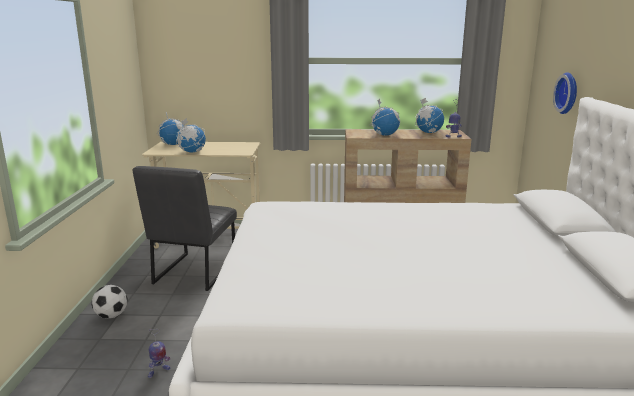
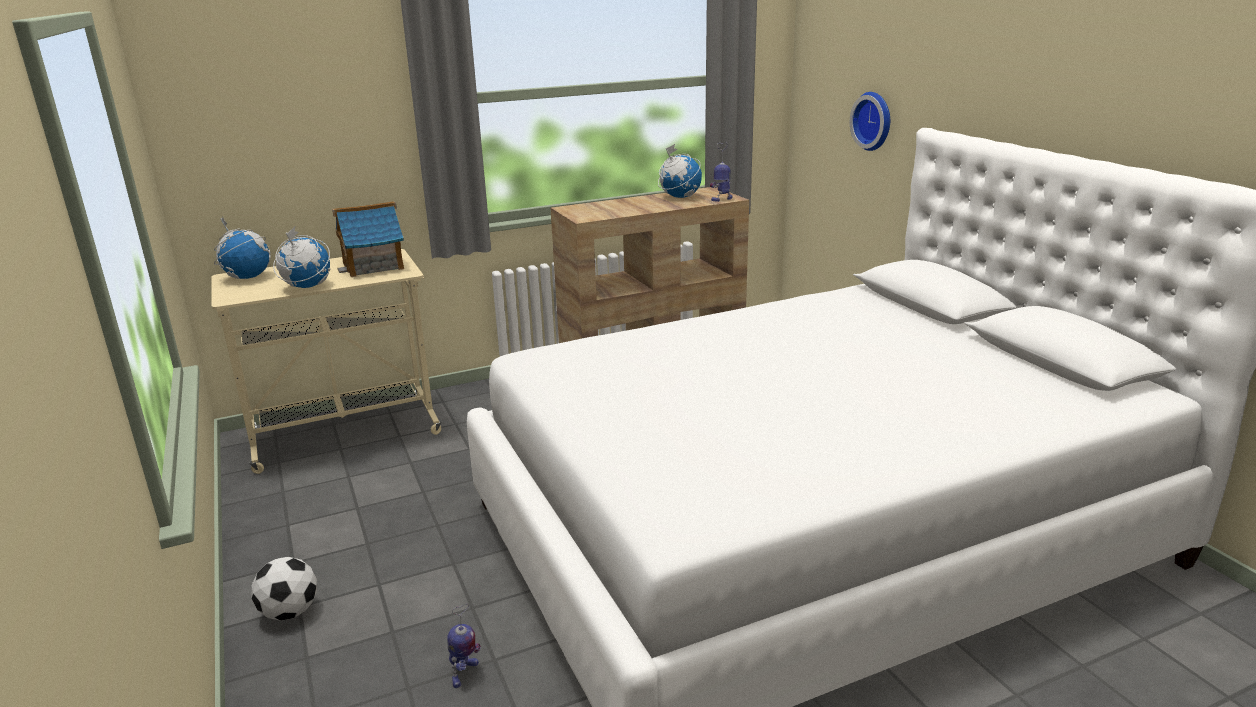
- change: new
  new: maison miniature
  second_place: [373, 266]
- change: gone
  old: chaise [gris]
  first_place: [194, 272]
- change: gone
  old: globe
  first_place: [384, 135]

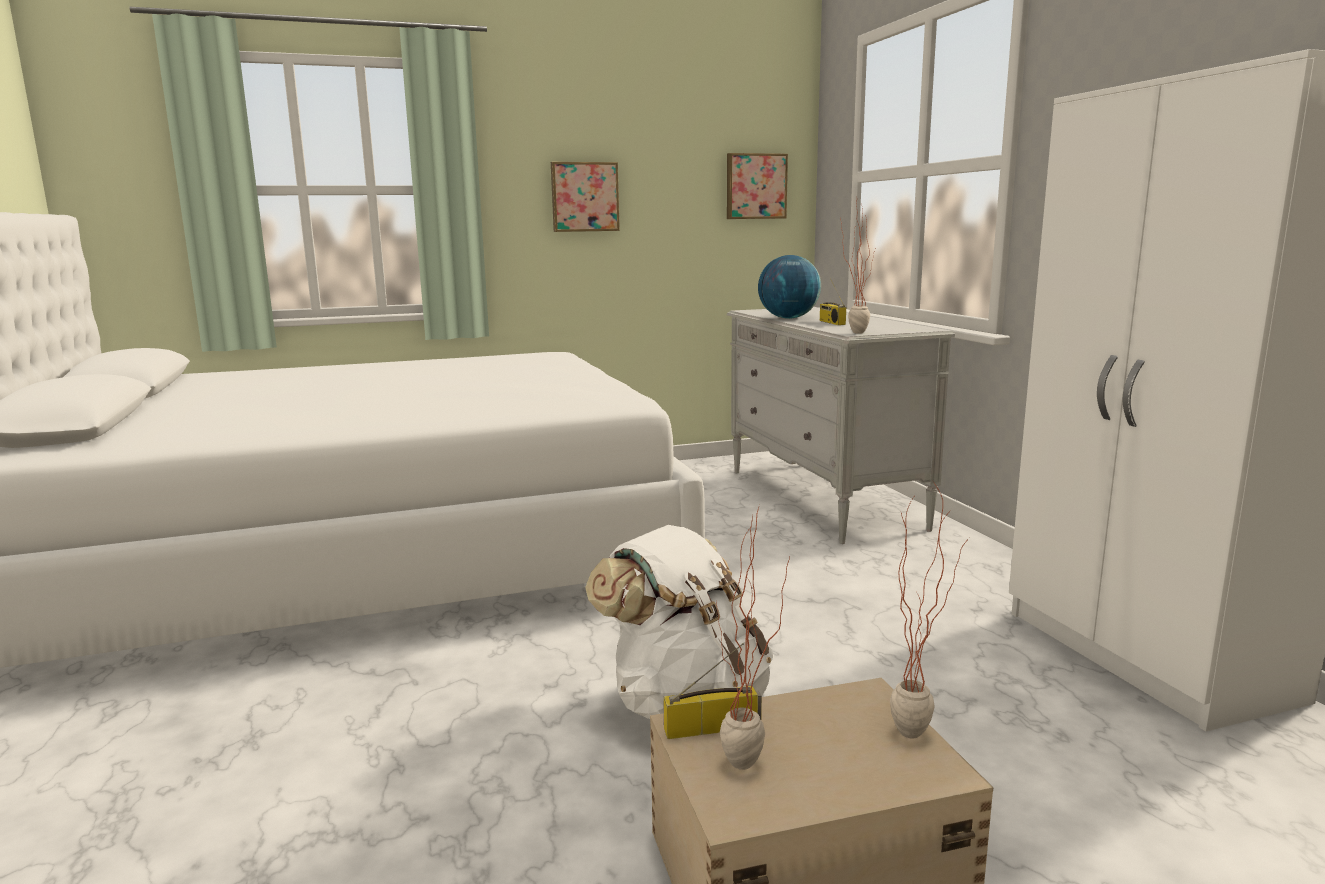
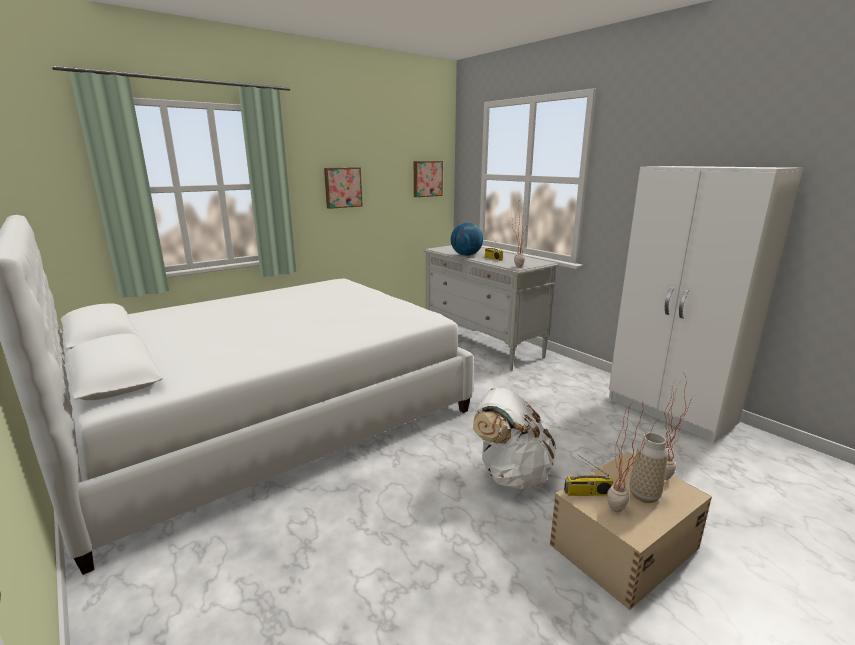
- change: rotated
  old: radio
  first_place: [712, 727]
  second_place: [587, 493]
  degrees: -150
- change: new
  new: vase
  second_place: [644, 496]

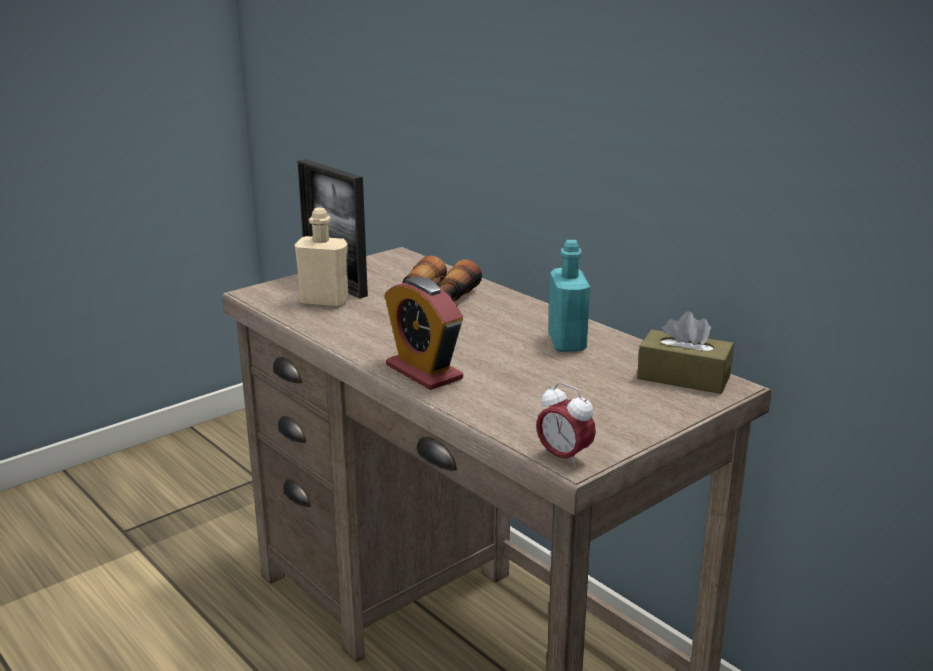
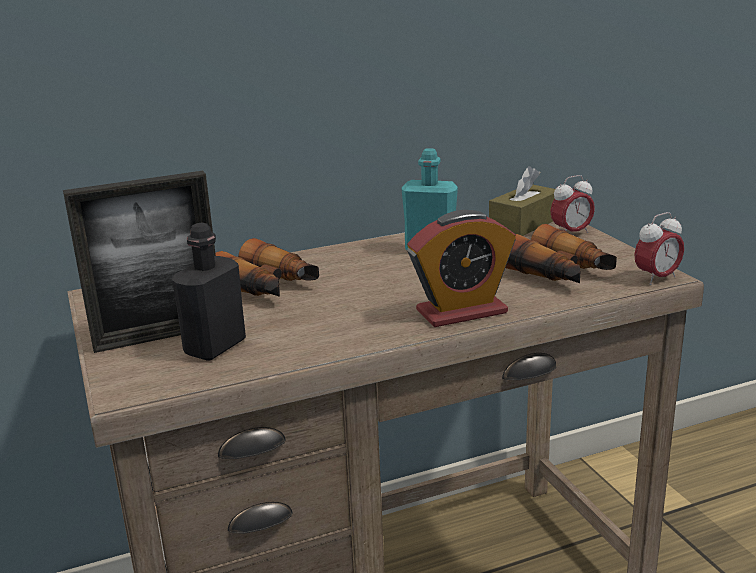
- change: repainted
  old: bouteille [beige]
  new: bouteille [noir]
  first_place: [324, 302]
  second_place: [215, 347]
- change: new
  new: jumelles
  second_place: [560, 274]
- change: new
  new: réveil
  second_place: [571, 233]

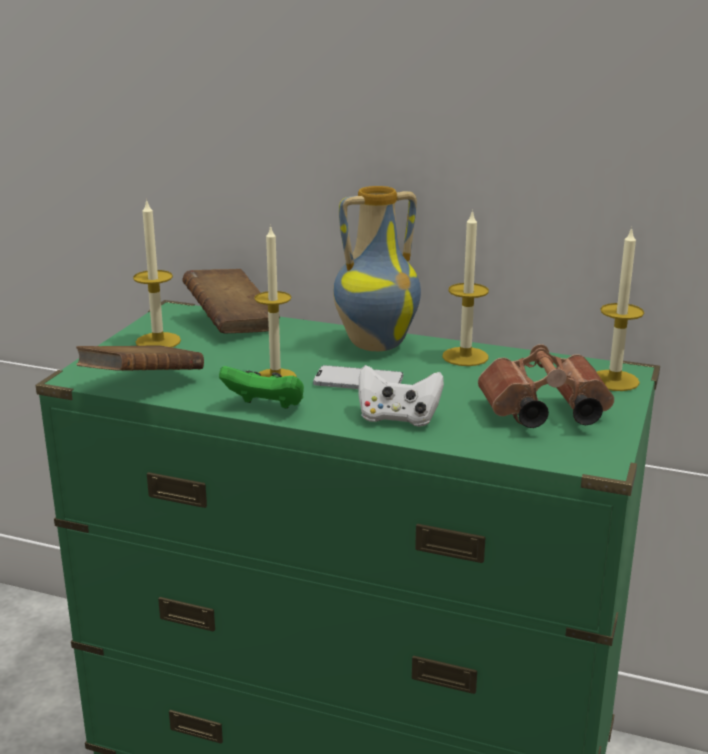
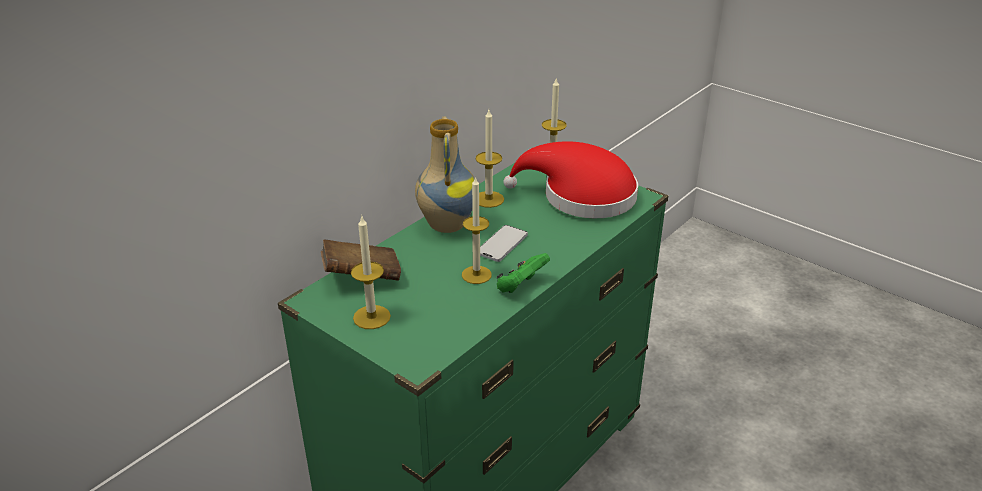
- change: swapped
  old: jumelles [marron]
  new: chapeau [rouge]
  first_place: [541, 414]
  second_place: [581, 196]
- change: gone
  old: livre [marron]
  first_place: [142, 385]
- change: gone
  old: manette [blanc]
  first_place: [398, 418]

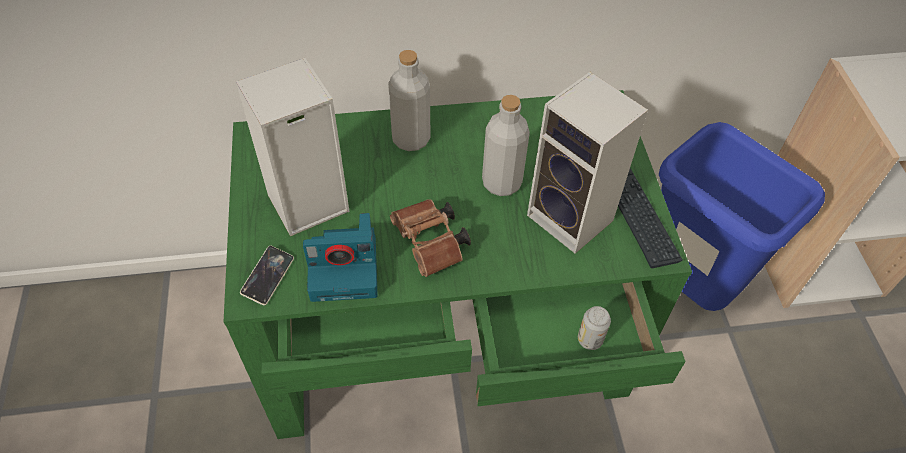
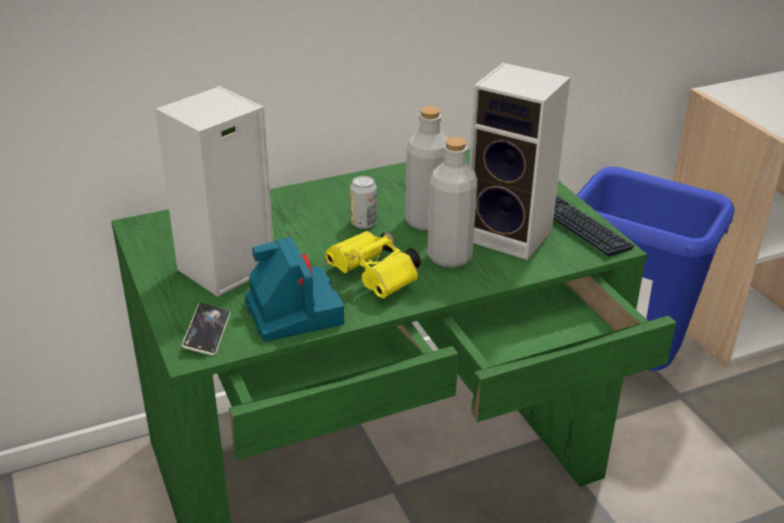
- change: rotated
  old: appareil photo
  first_place: [346, 268]
  second_place: [292, 310]
  degrees: -90
- change: repainted
  old: jumelles [marron]
  new: jumelles [jaune]
  first_place: [431, 245]
  second_place: [376, 278]
- change: shifted
  old: boîte métallique
  first_place: [590, 339]
  second_place: [363, 223]
- change: shifted
  old: bouteille [gris]
  first_place: [411, 139]
  second_place: [449, 257]

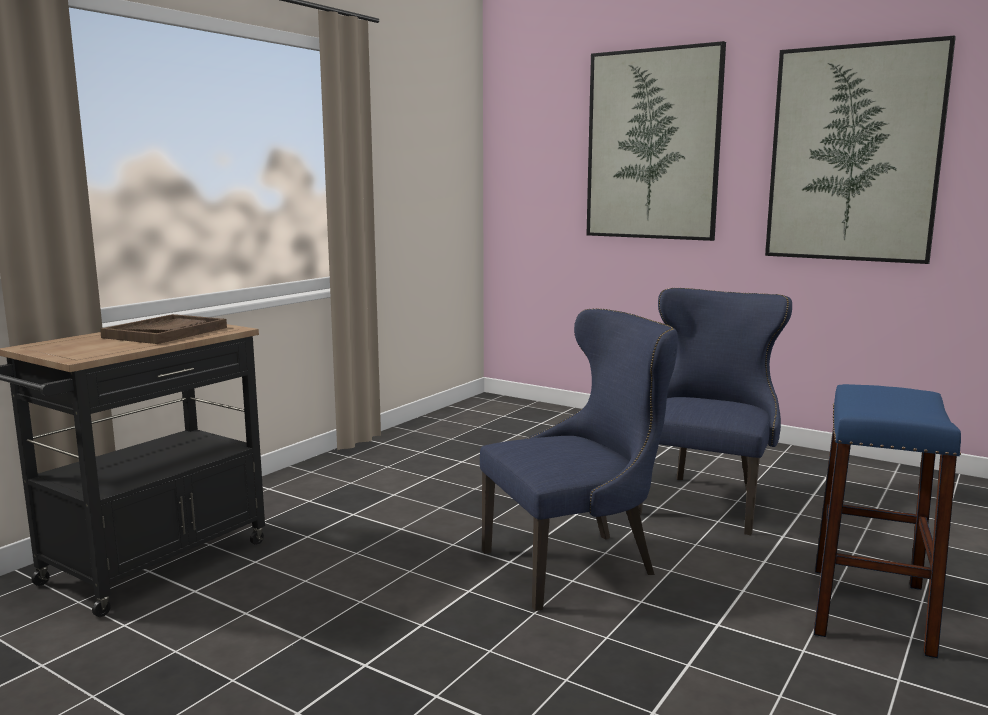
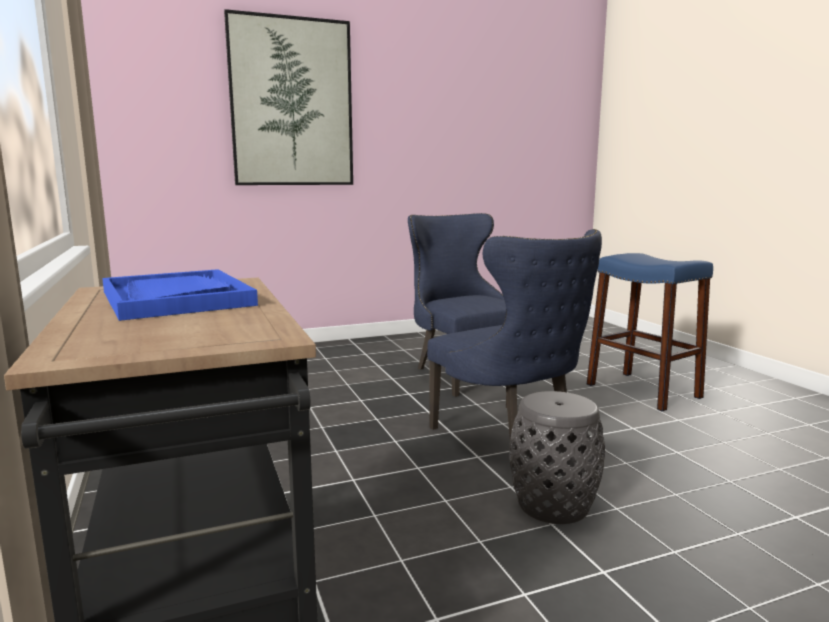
- change: repainted
  old: plateau [marron]
  new: plateau [bleu]
  first_place: [166, 332]
  second_place: [176, 298]
- change: rotated
  old: chaise [bleu]
  first_place: [576, 565]
  second_place: [510, 437]
  degrees: 135
- change: new
  new: tabouret [gris]
  second_place: [552, 505]
- change: gone
  old: tableau
  first_place: [853, 154]

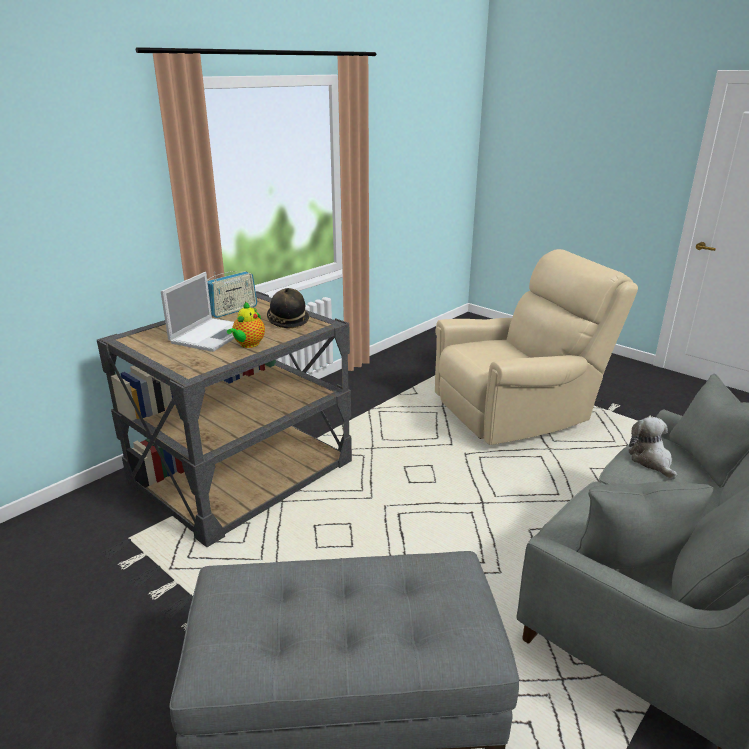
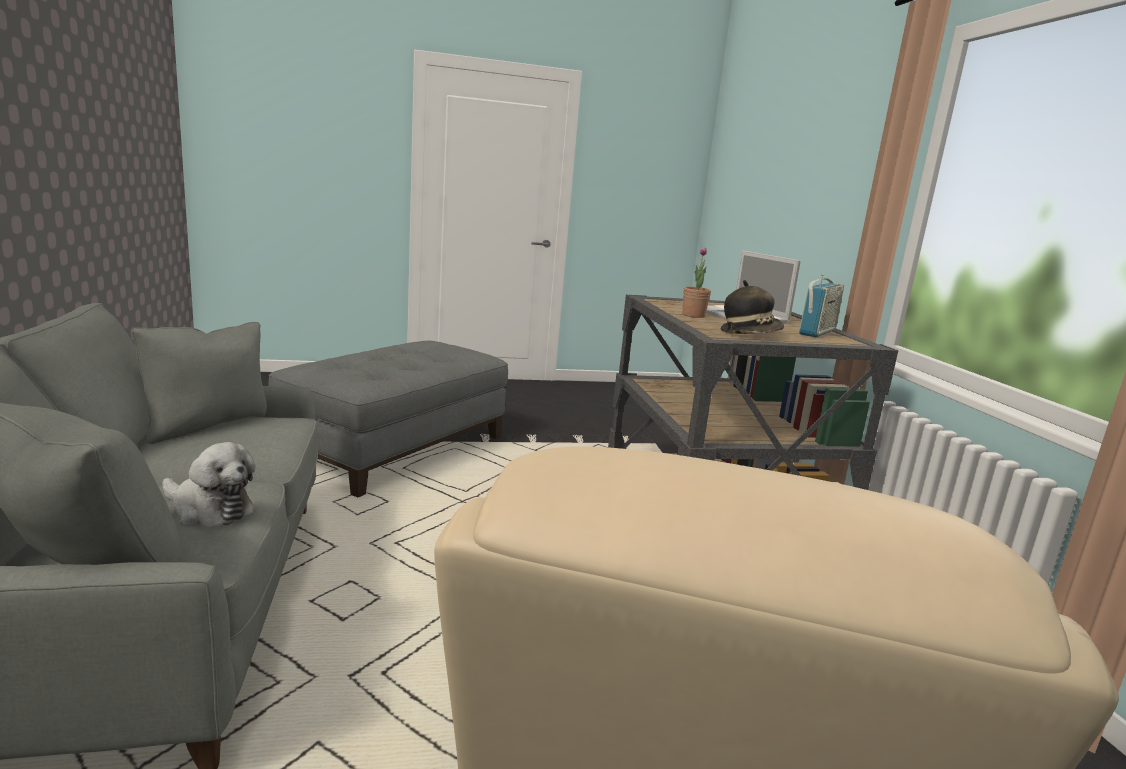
- change: swapped
  old: théière
  new: plante en pot
  first_place: [248, 345]
  second_place: [693, 315]
- change: rotated
  old: radio
  first_place: [232, 310]
  second_place: [817, 332]
  degrees: -135

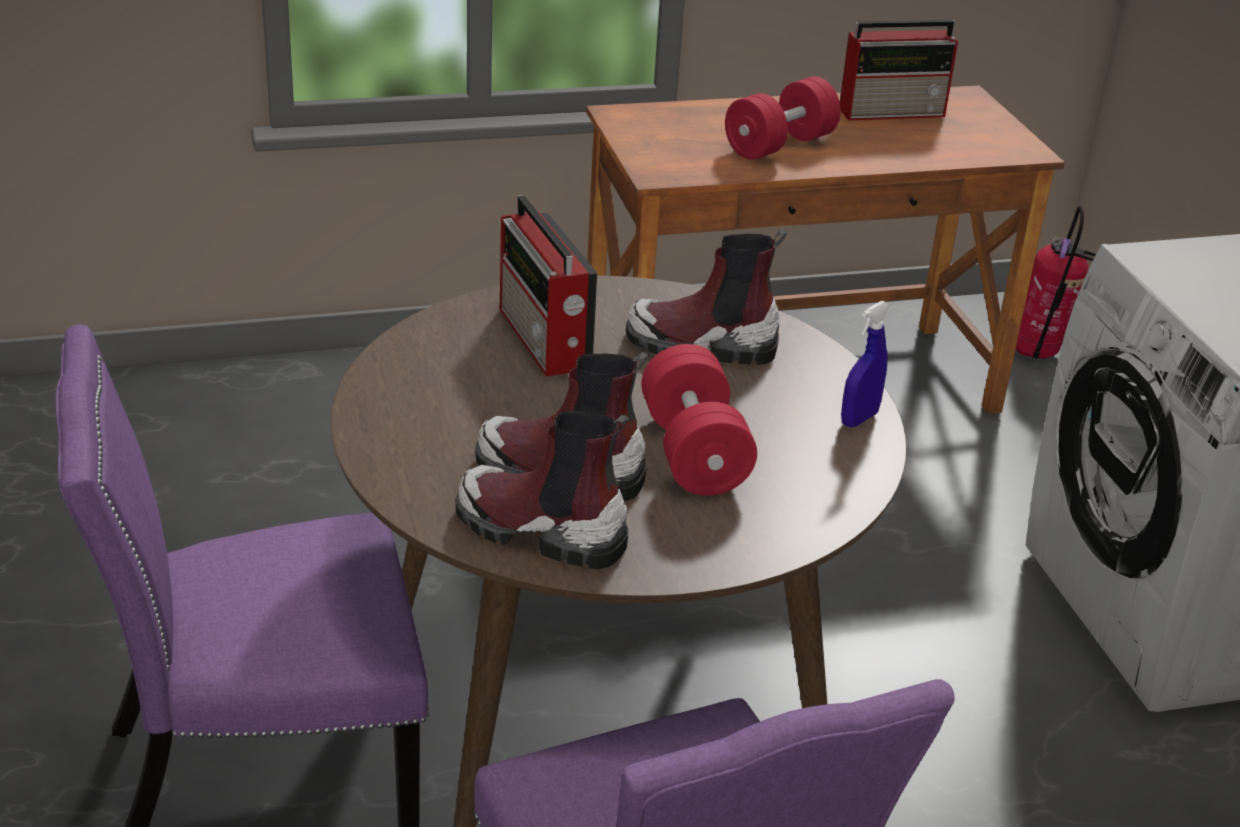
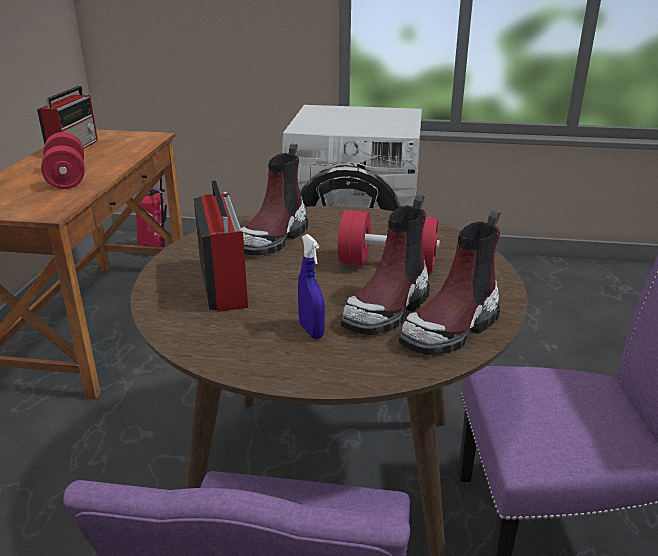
- change: rotated
  old: radio
  first_place: [544, 340]
  second_place: [224, 283]
  degrees: -105
- change: shifted
  old: vaporisateur [bleu]
  first_place: [859, 419]
  second_place: [311, 331]

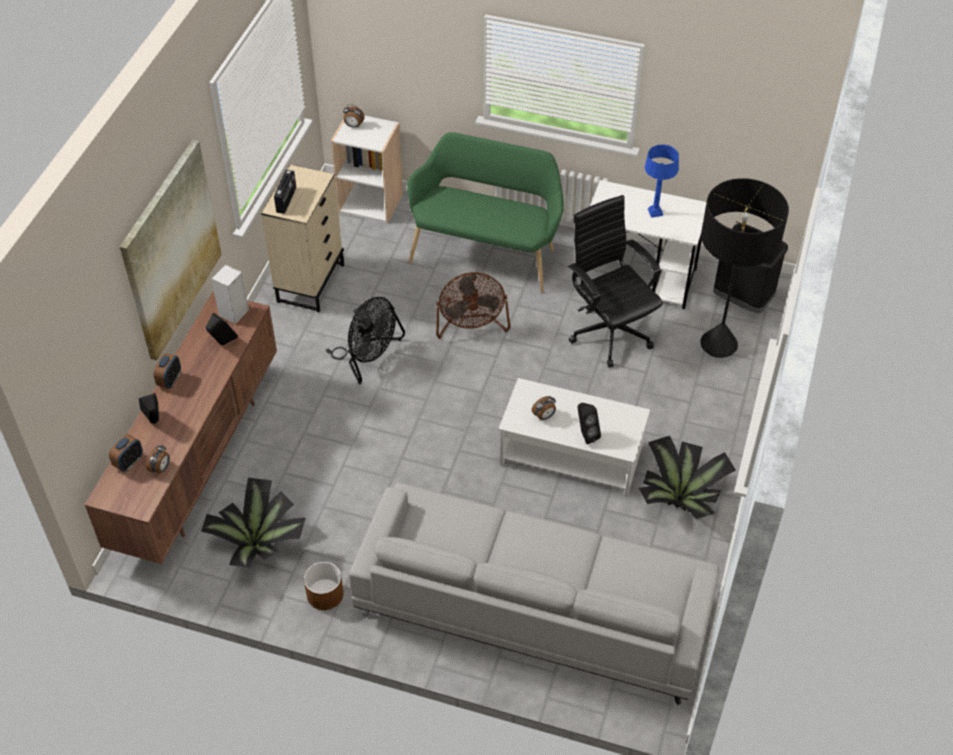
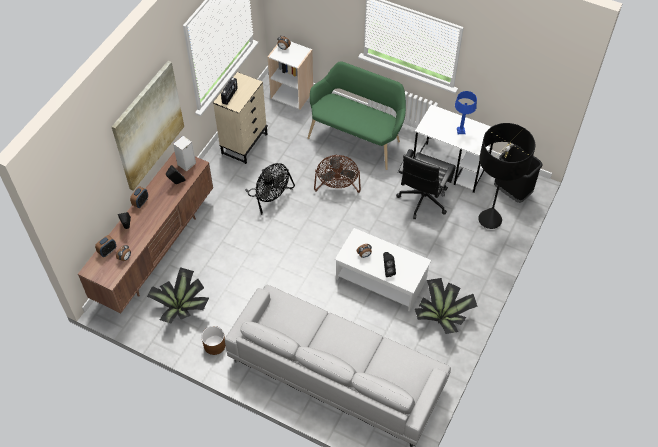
- change: rotated
  old: chaise de bureau [noir]
  first_place: [609, 332]
  second_place: [422, 201]
  degrees: -135

